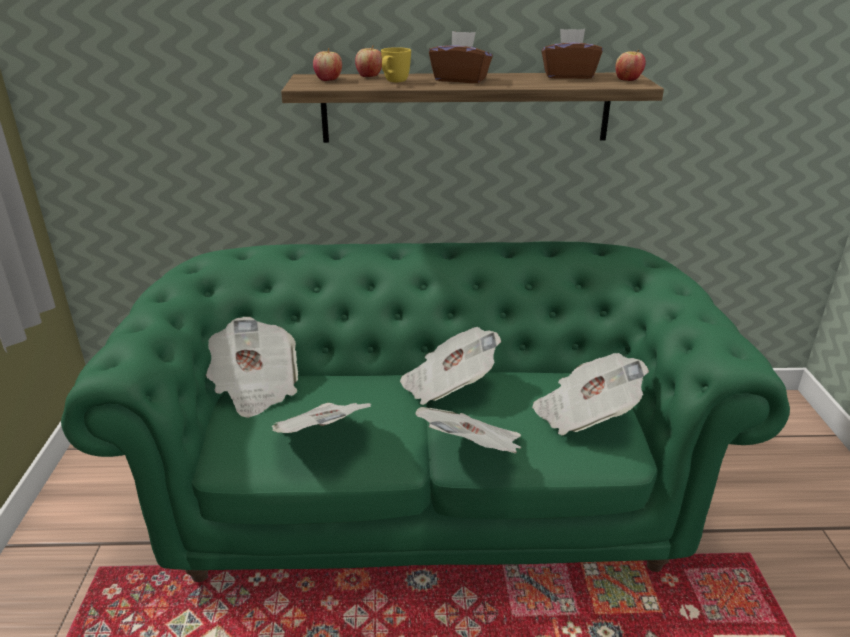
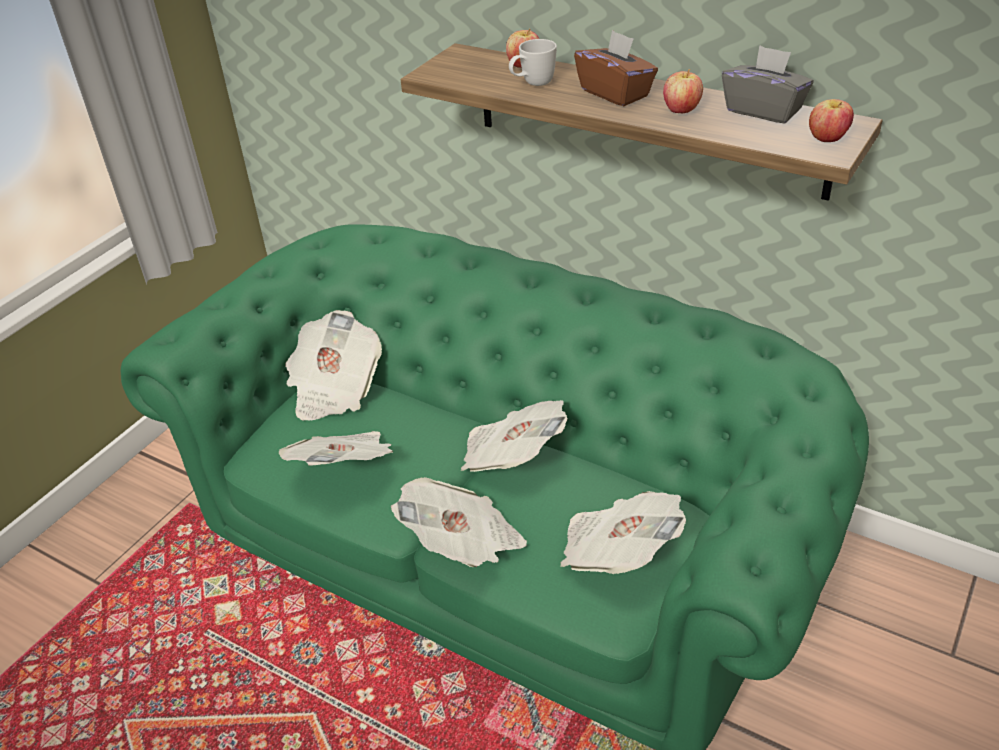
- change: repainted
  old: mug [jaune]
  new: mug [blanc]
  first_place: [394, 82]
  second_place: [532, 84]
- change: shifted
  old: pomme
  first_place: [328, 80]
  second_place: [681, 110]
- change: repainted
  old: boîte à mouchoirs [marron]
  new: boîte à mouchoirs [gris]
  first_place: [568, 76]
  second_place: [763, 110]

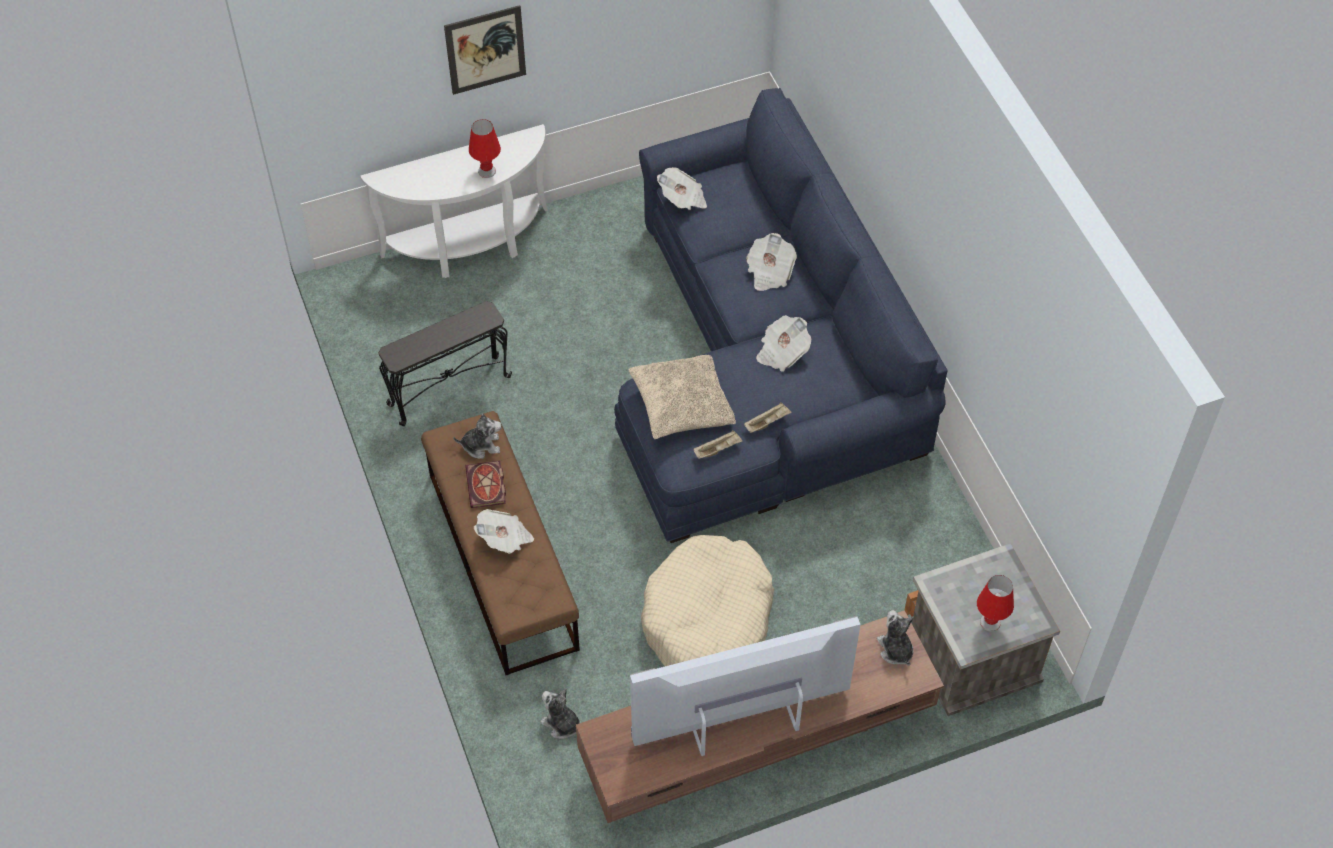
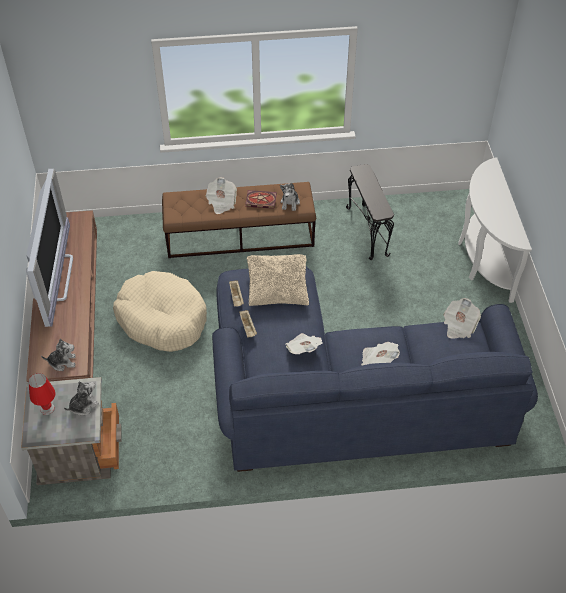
- change: shifted
  old: peluche
  first_place: [561, 724]
  second_place: [83, 405]
- change: gone
  old: tableau
  first_place: [485, 50]
- change: gone
  old: lampe de table [rouge]
  first_place: [487, 171]

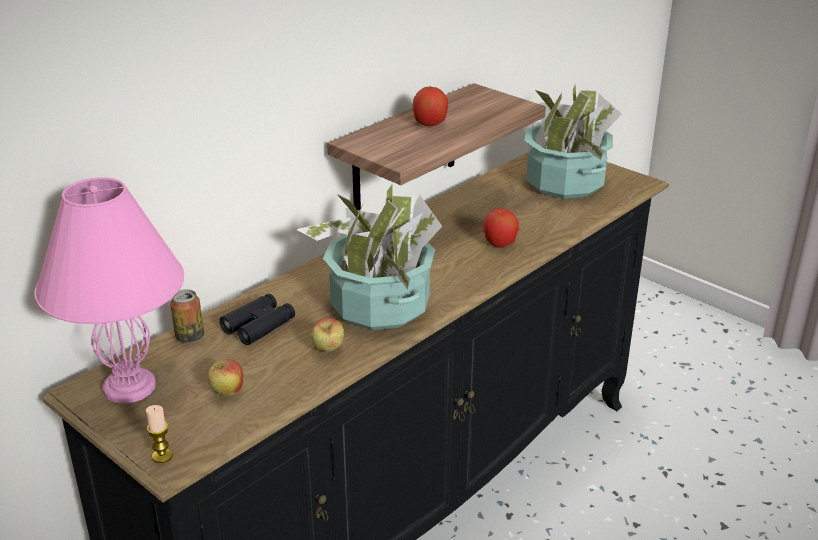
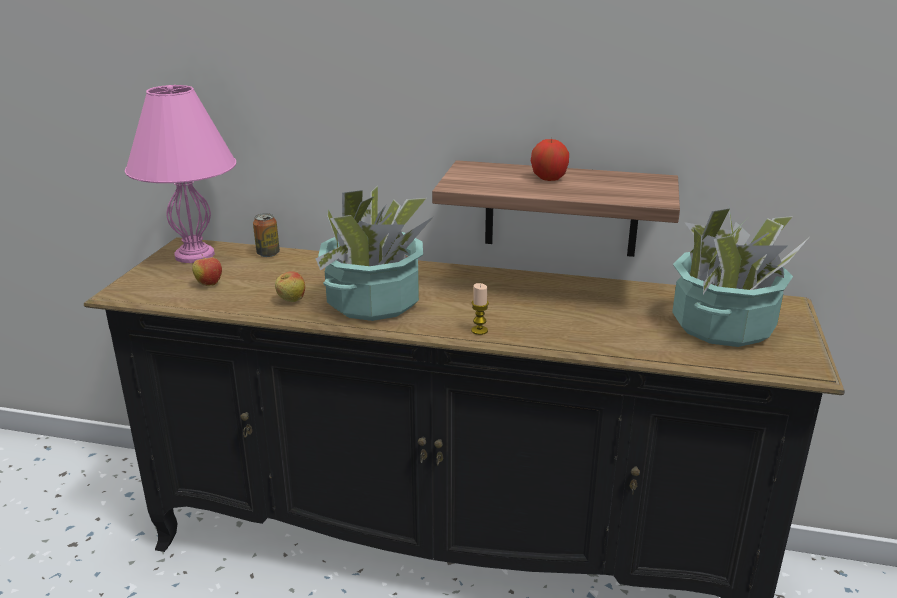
- change: shifted
  old: bougie
  first_place: [162, 456]
  second_place: [479, 330]
- change: gone
  old: jumelles [noir]
  first_place: [259, 325]
- change: gone
  old: pomme
  first_place: [499, 243]

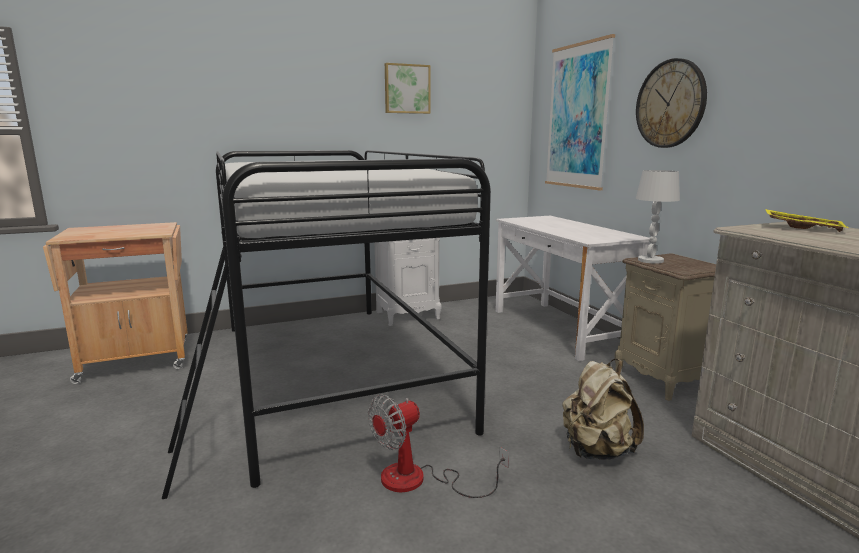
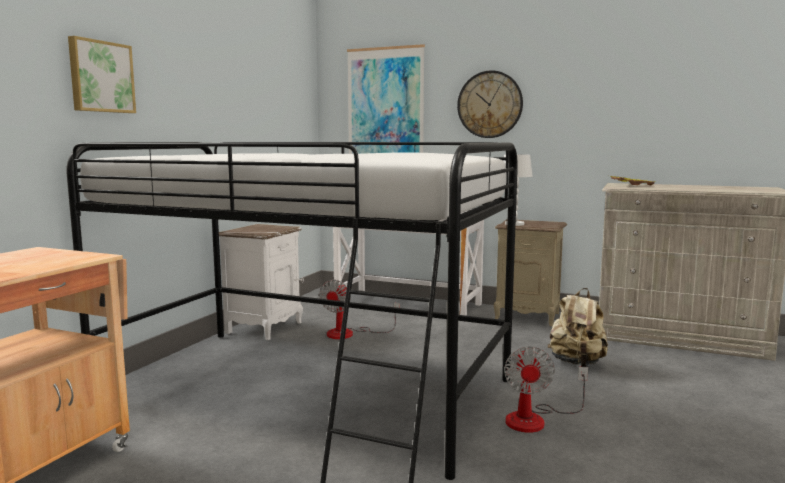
- change: shifted
  old: tableau
  first_place: [407, 89]
  second_place: [100, 77]
- change: new
  new: ventilateur
  second_place: [350, 333]

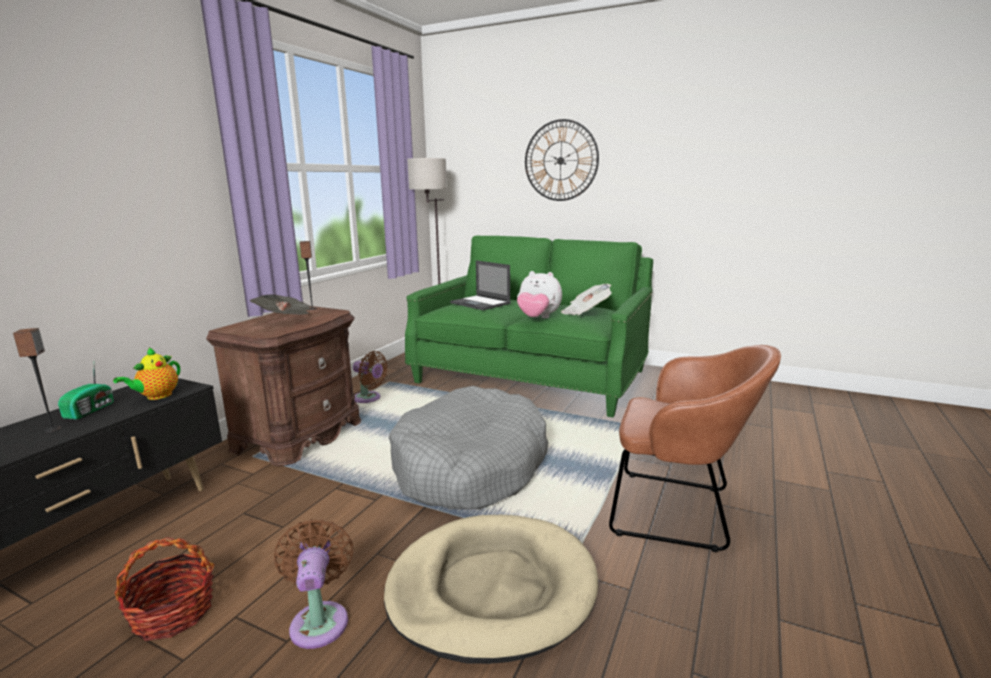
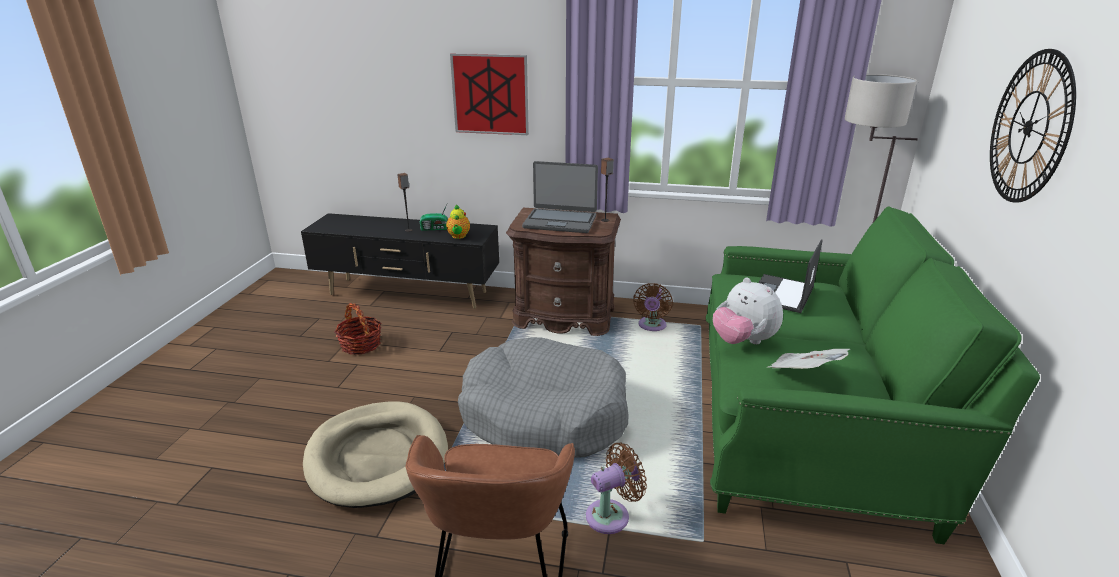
- change: rotated
  old: théière
  first_place: [156, 396]
  second_place: [458, 236]
  degrees: -105
- change: new
  new: tableau
  second_place: [490, 94]
- change: swapped
  old: journal
  new: ordinateur portable
  first_place: [286, 321]
  second_place: [560, 221]
- change: shifted
  old: ventilateur [marron]
  first_place: [320, 619]
  second_place: [612, 515]
- change: rotated
  old: peluche
  first_place: [538, 318]
  second_place: [743, 341]
  degrees: -45

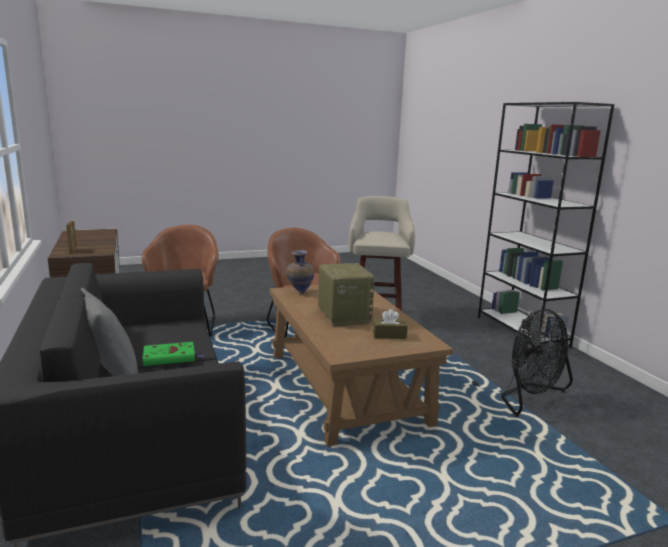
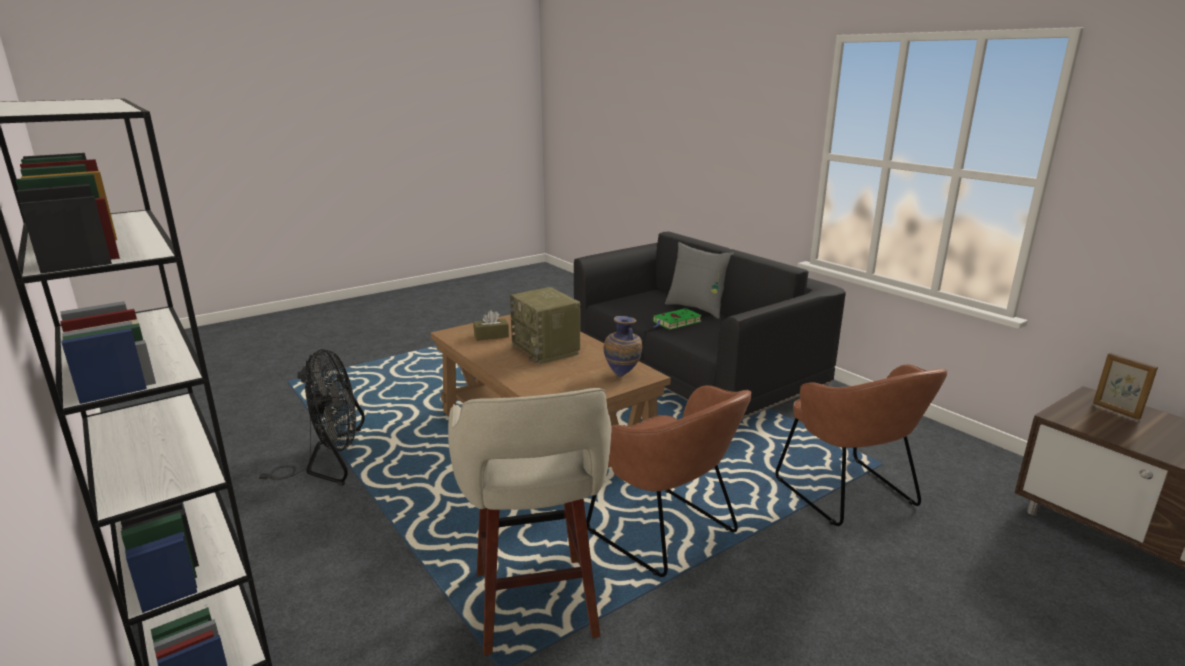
- change: rotated
  old: ventilateur [noir]
  first_place: [523, 397]
  second_place: [328, 460]
  degrees: 135

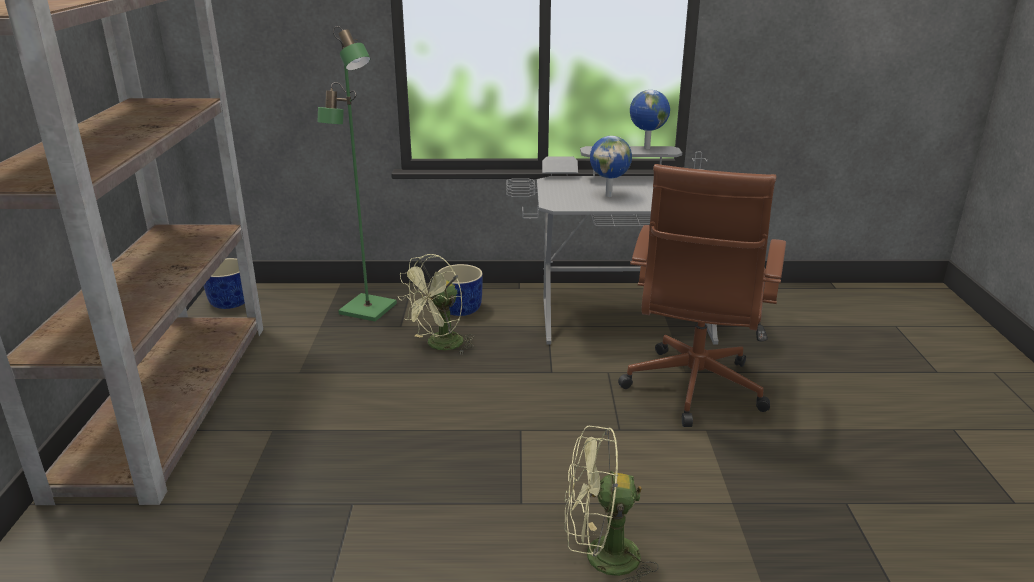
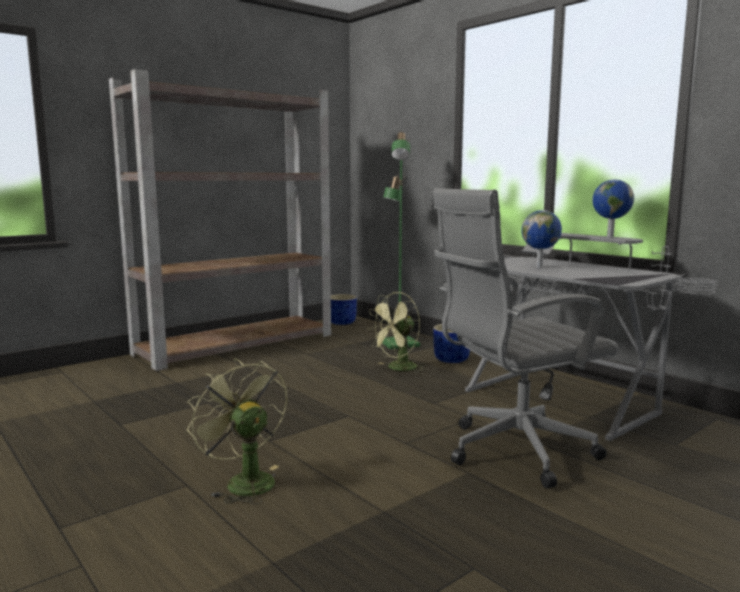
- change: rotated
  old: ventilateur [vert]
  first_place: [439, 345]
  second_place: [398, 369]
  degrees: -45
- change: repainted
  old: chaise de bureau [marron]
  new: chaise de bureau [gris]
  first_place: [693, 391]
  second_place: [513, 452]

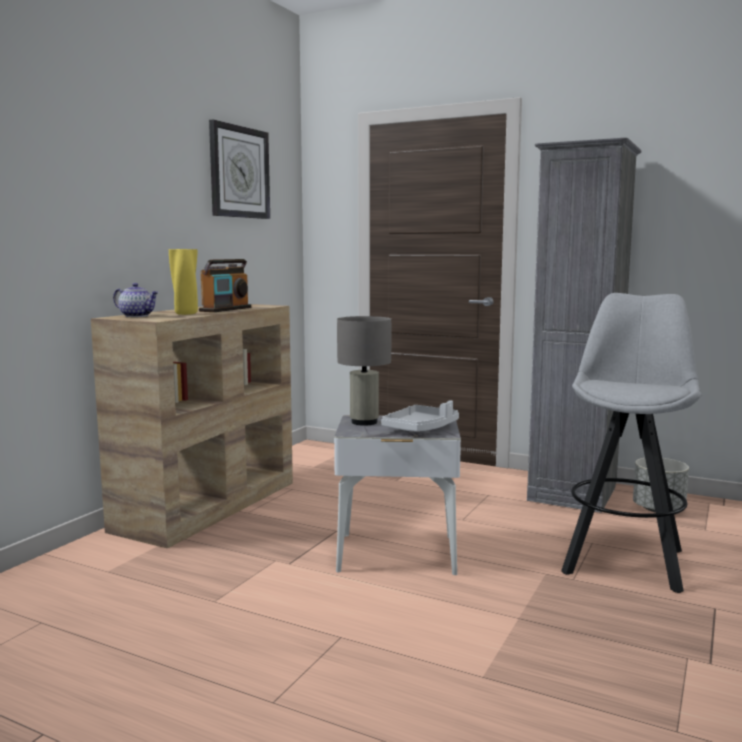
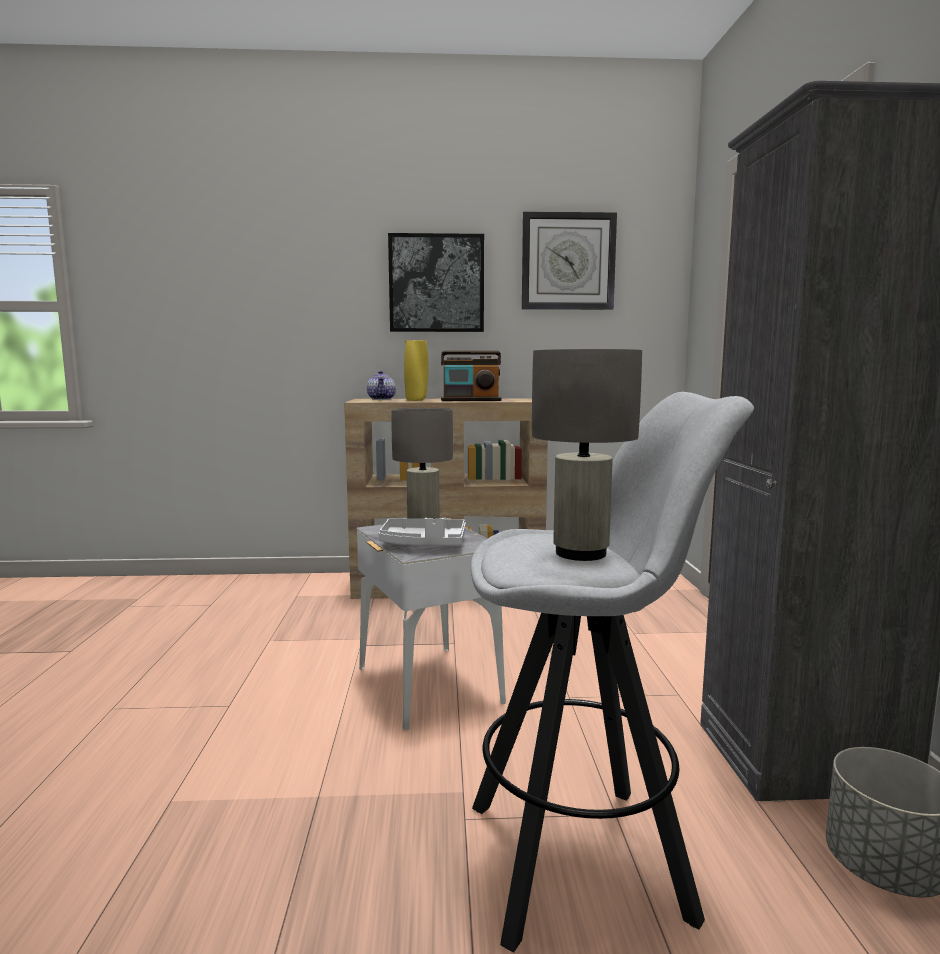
- change: new
  new: tableau
  second_place: [436, 284]
- change: new
  new: lampe de table [gris]
  second_place: [579, 553]

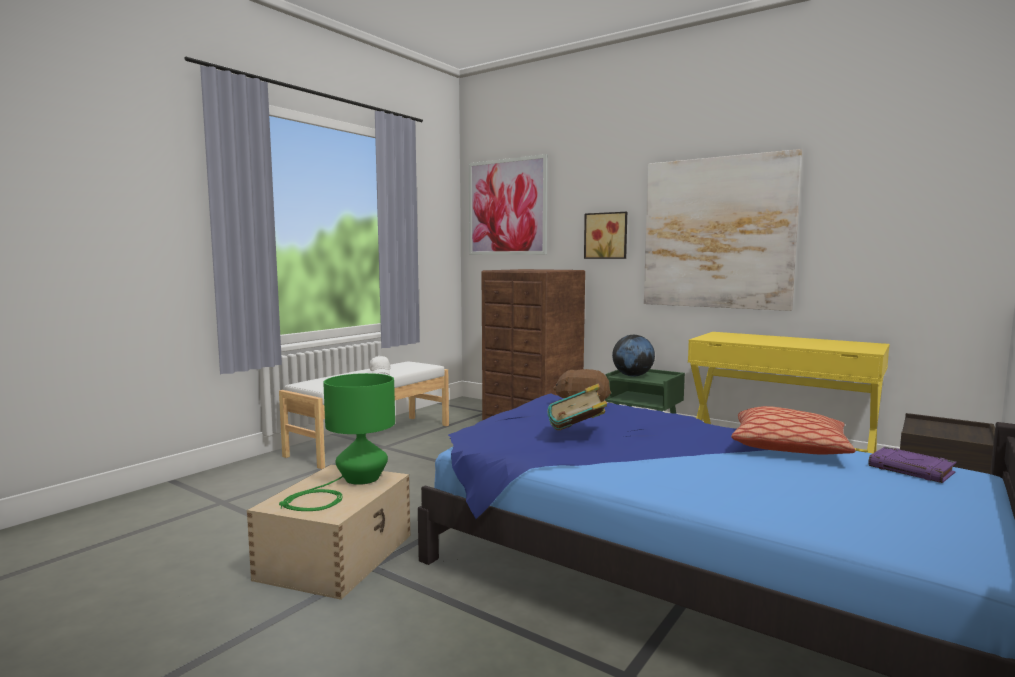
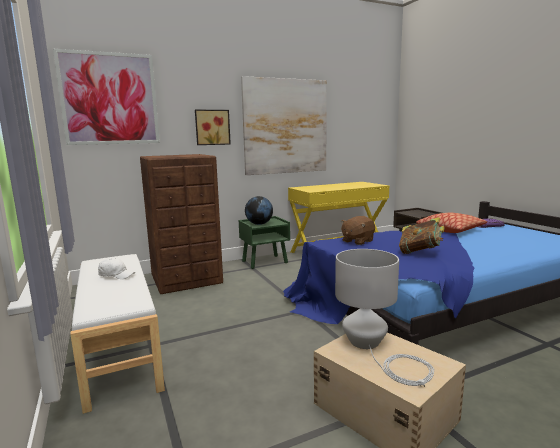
- change: repainted
  old: lampe de table [vert]
  new: lampe de table [gris]
  first_place: [344, 486]
  second_place: [379, 351]

